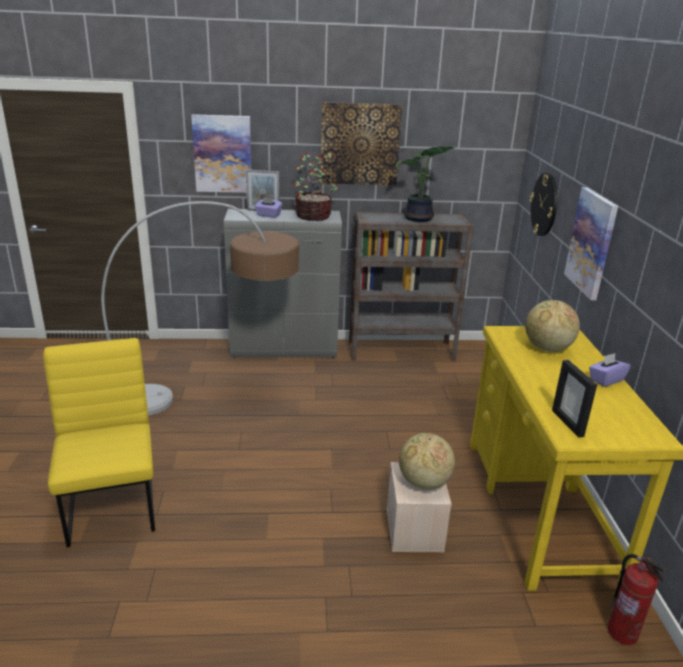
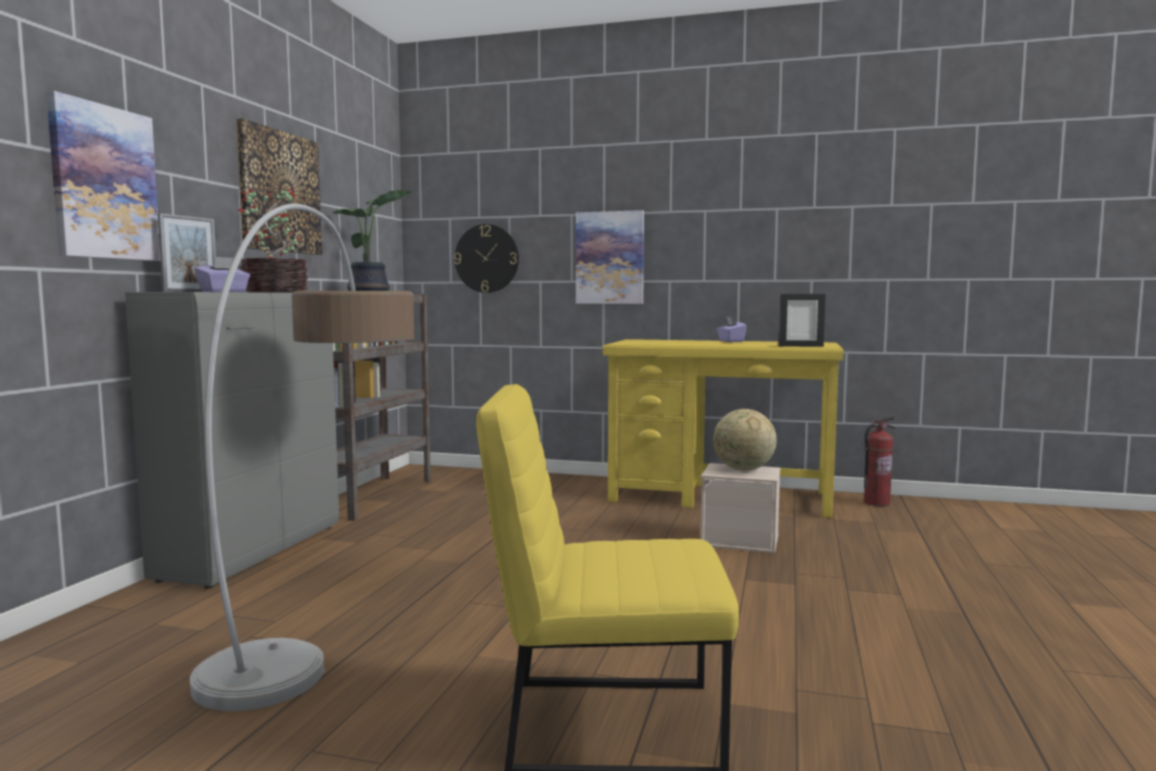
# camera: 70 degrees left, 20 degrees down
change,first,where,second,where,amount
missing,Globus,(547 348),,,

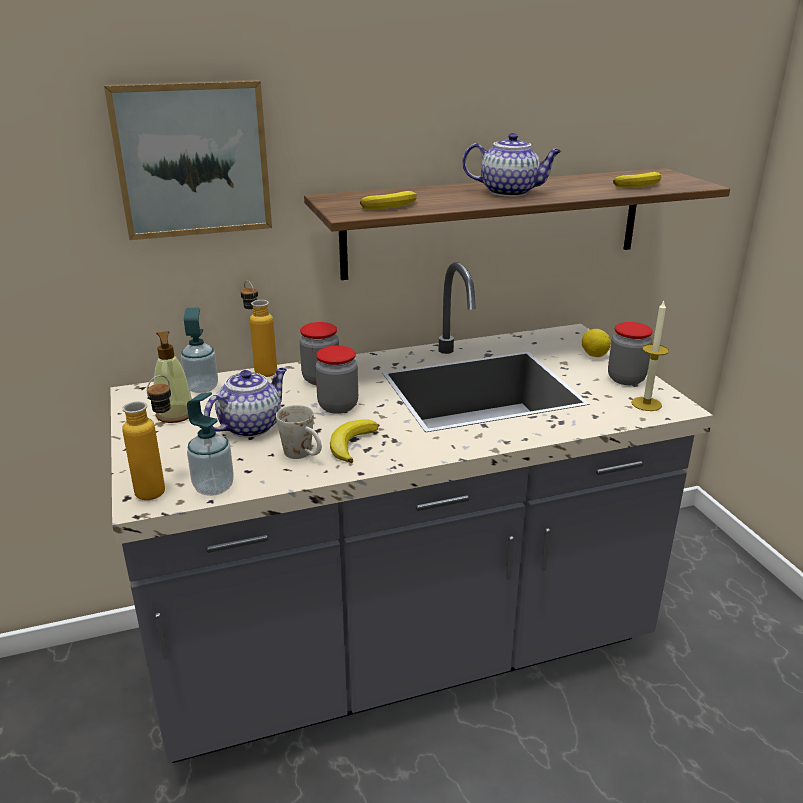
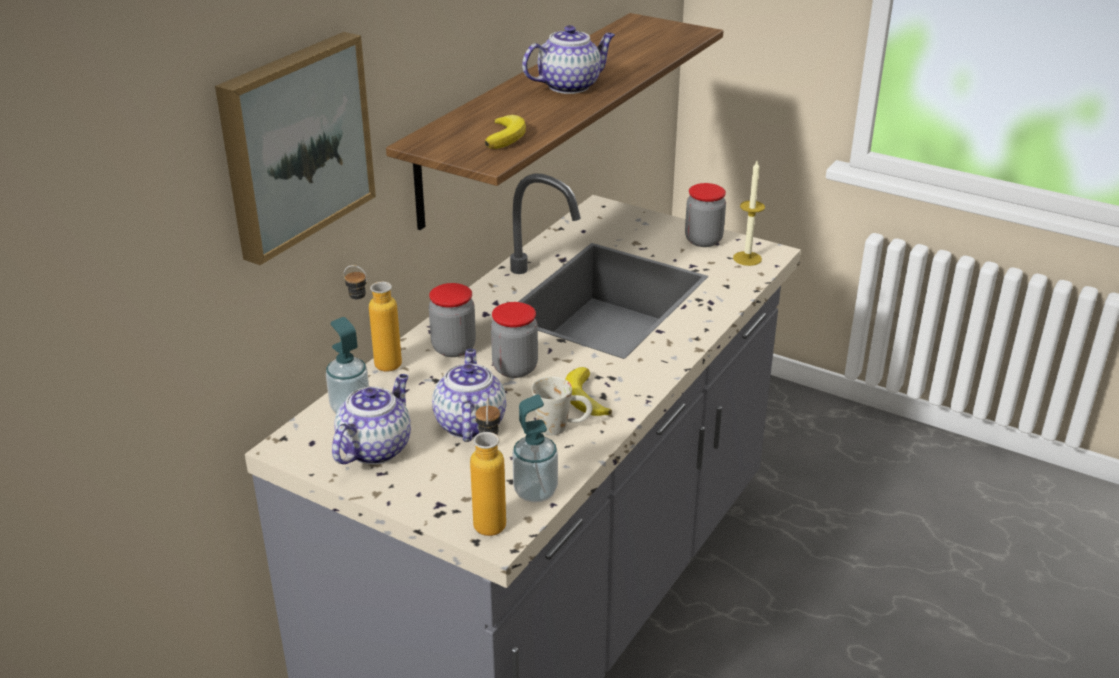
# camera: 40 degrees left, 5 degrees up
change,first,where,second,where,amount
missing,Zitrone,(594 355),,,
missing,Banane,(640 185),,,
exchanged,Seifenspender,(175 415),Teekanne,(375 448),

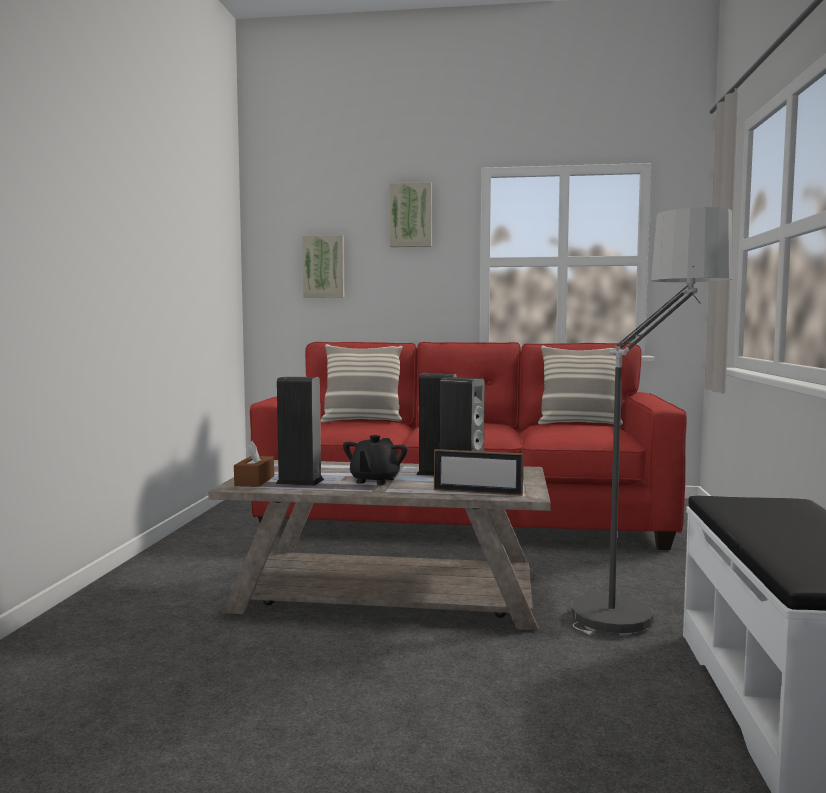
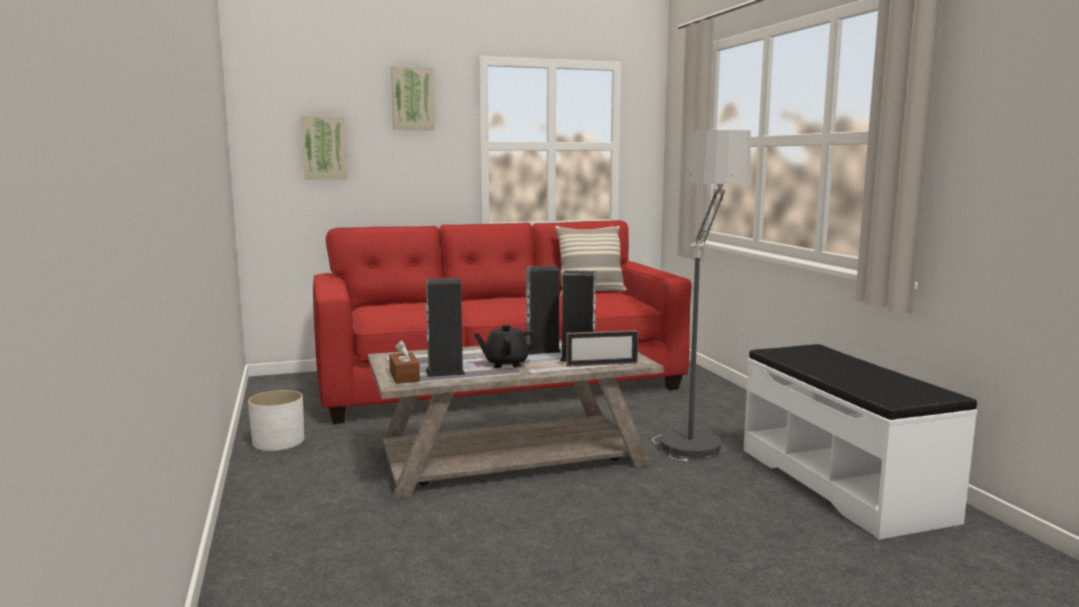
# camera: 25 degrees left, 5 degrees up
change,first,where,second,where,amount
missing,Kissen,(362 421),,,
appeared,,,Pflanzkübel/weiß,(279 442),
spun,Teekanne/schwarz,(374 480),,(506 364),90 degrees clockwise

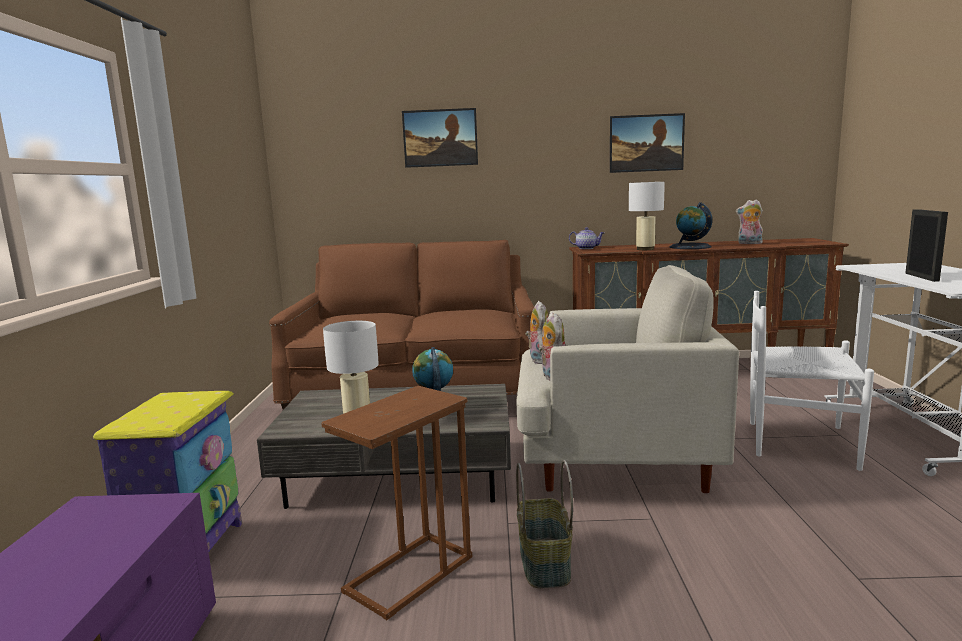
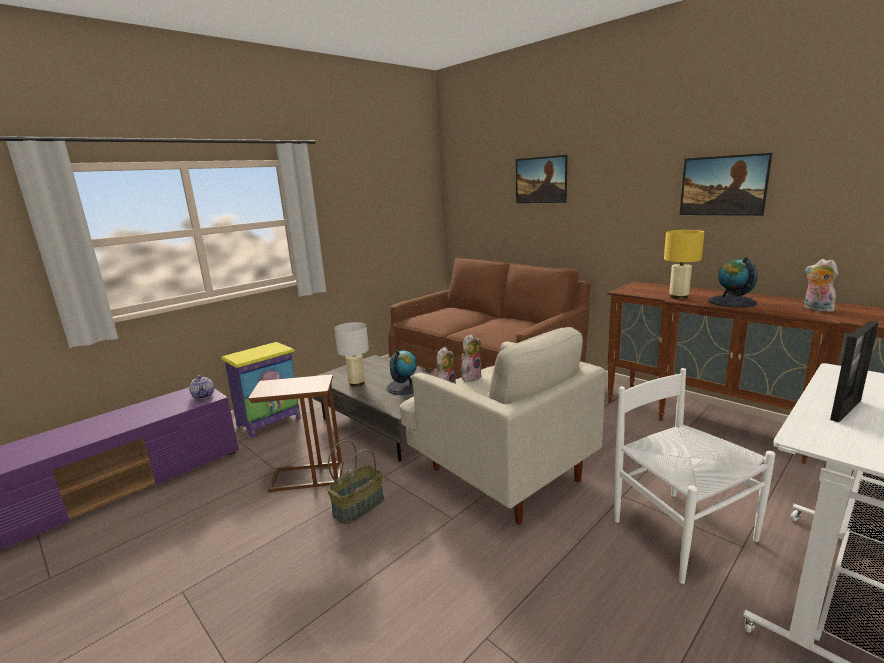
# camera: 45 degrees right, 5 degrees up
change,first,where,second,where,amount
relocated,Teekanne,(586 248),,(204 396),
colour,Tischlampe/weiß,(645 249),Tischlampe/gelb,(678 297),

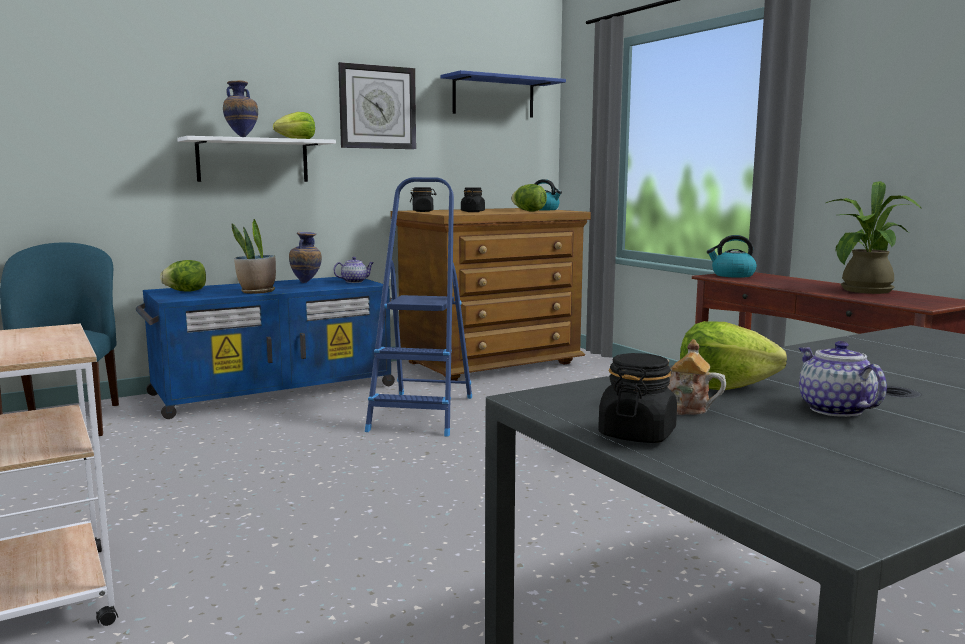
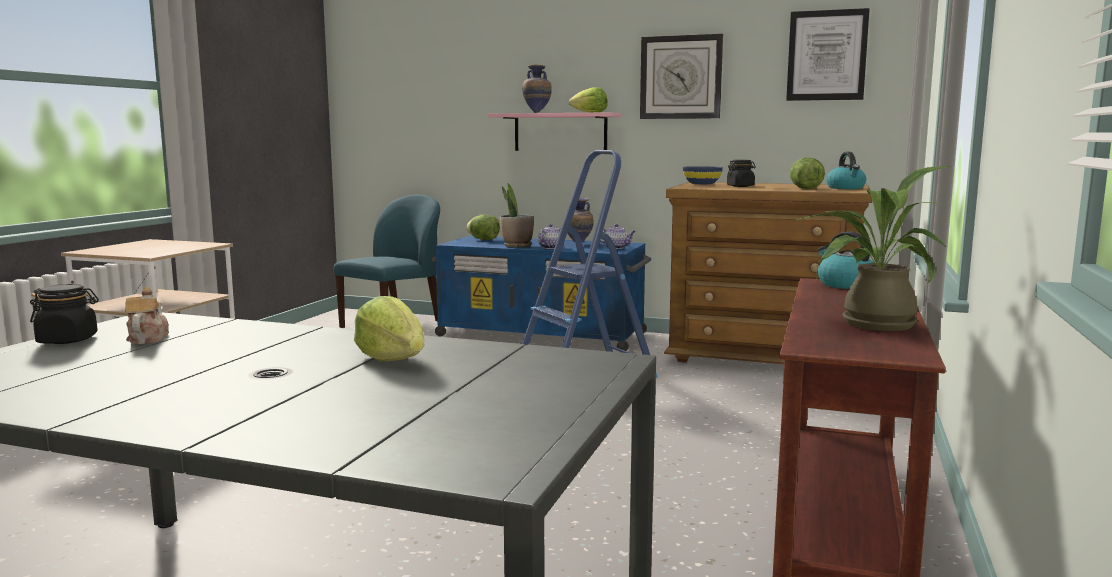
# camera: 50 degrees right, 0 degrees up
change,first,where,second,where,amount
relocated,Salatkopf,(724 387),,(393 359),
relocated,Teekanne,(833 409),,(550 248),
exchanged,Vorratsglas/schwarz,(423 211),Schüssel/blau,(702 183),
exchanged,Wandregal/blau,(493 97),Bild,(826 55),
colour,Wandregal/weiß,(253 160),Wandregal/rosa,(560 132),

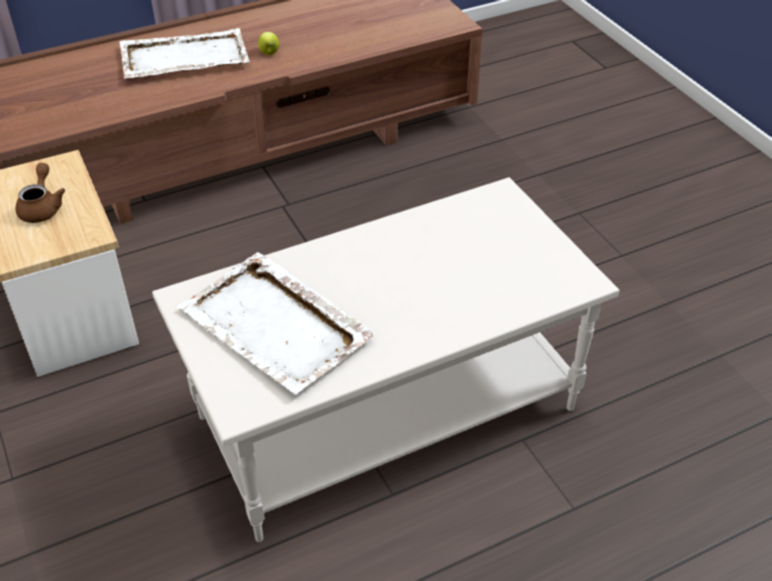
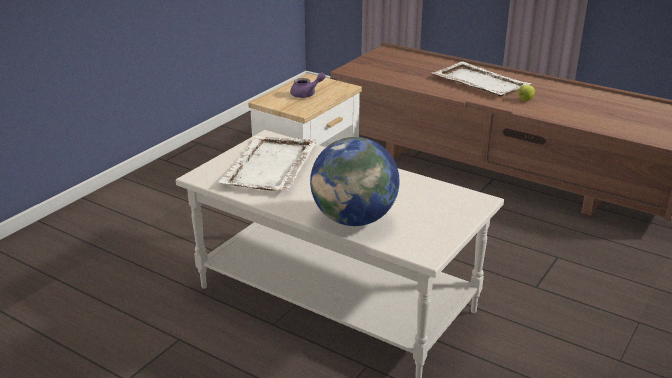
# camera: 60 degrees right, 15 degrees down
change,first,where,second,where,amount
appeared,,,Globus,(354 219),
colour,Teekanne/braun,(42 207),Teekanne/lila,(307 94),

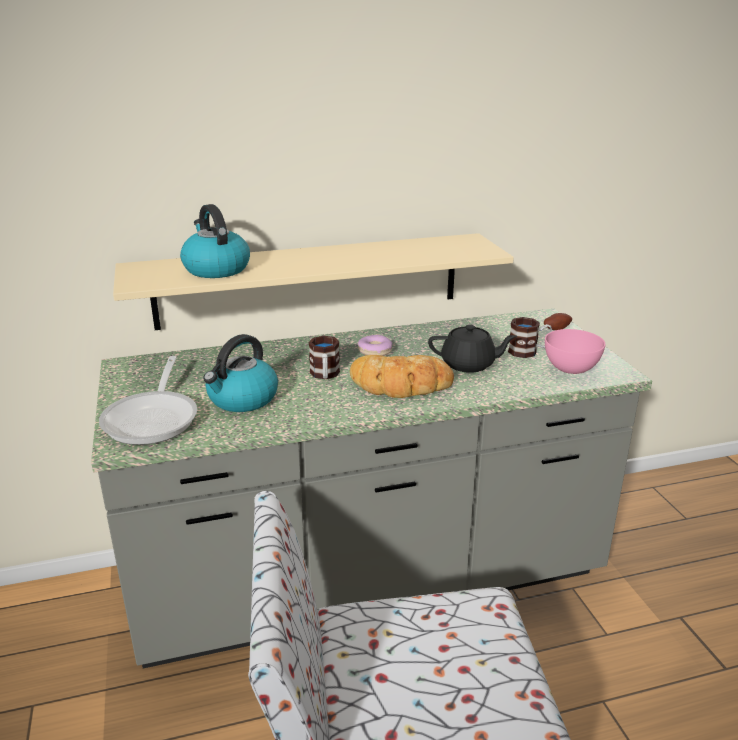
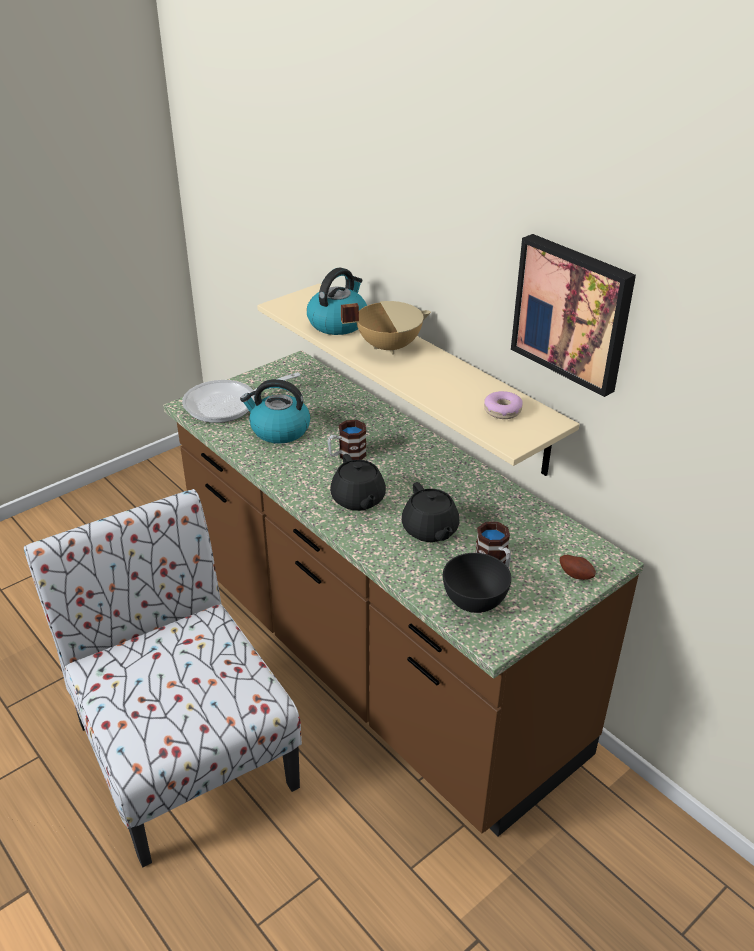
# camera: 65 degrees right, 10 degrees up
change,first,where,second,where,amount
appeared,,,Kochtopf/beige,(388 346),
appeared,,,Bild,(573 312),
relocated,Donut,(375 351),,(502 410),
exchanged,Brot,(401 384),Teekanne/schwarz,(358 500),
colour,Küchenzeile/grau,(369 581),Küchenzeile/braun,(375 661),
colour,Schüssel/rosa,(570 369),Schüssel/schwarz,(474 601),

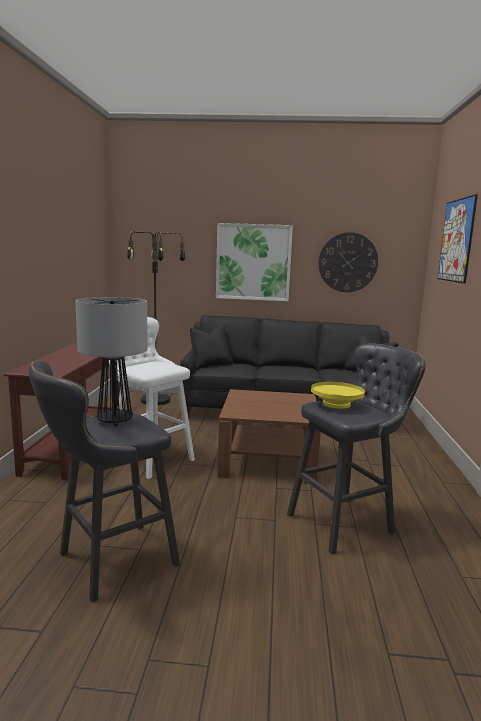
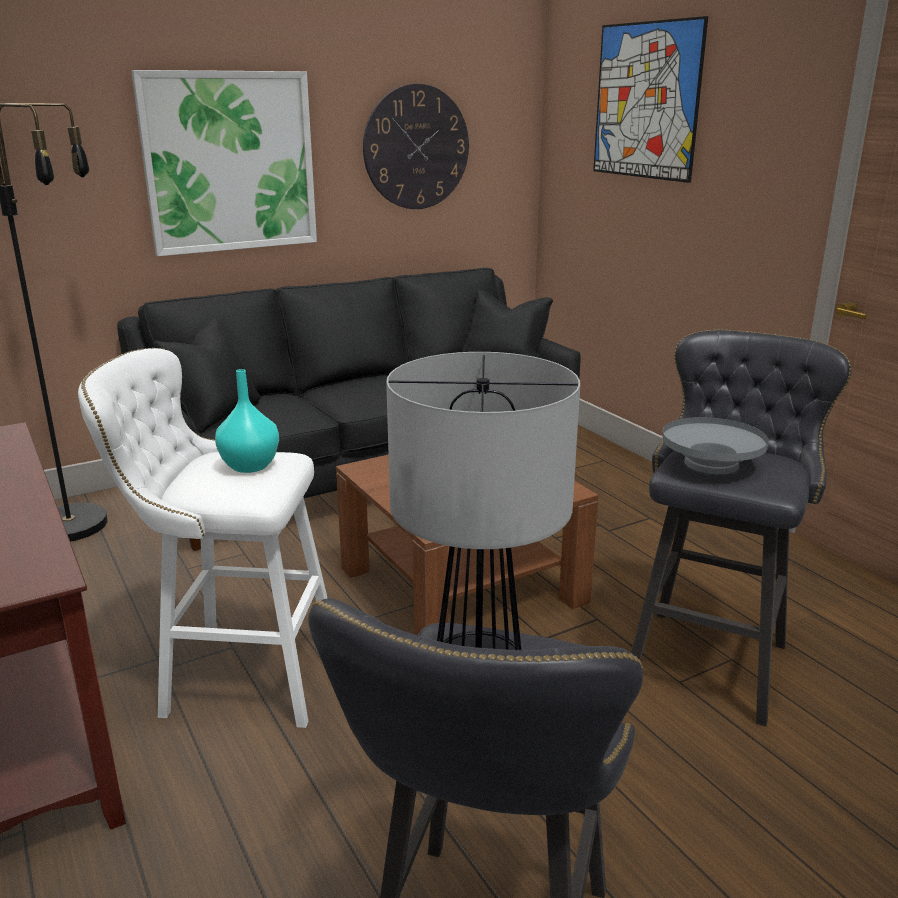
# camera: 35 degrees left, 10 degrees up
change,first,where,second,where,amount
appeared,,,Vase/türkis,(251 466),
colour,Schüssel/gelb,(336 404),Schüssel/grau,(710 464),

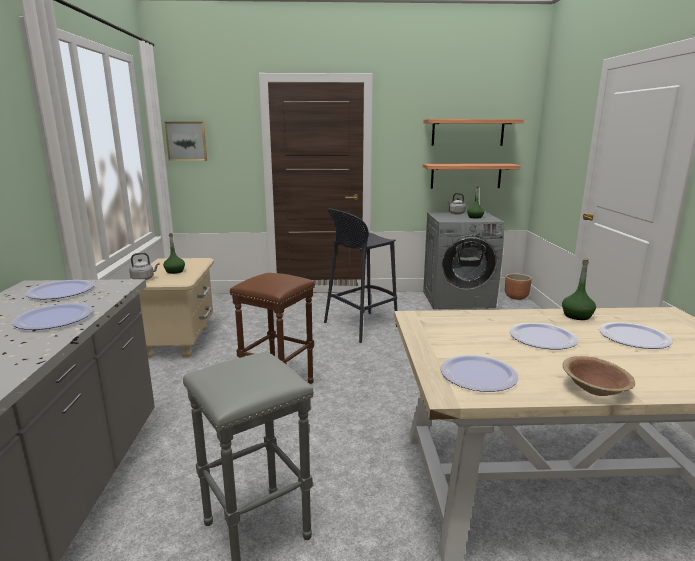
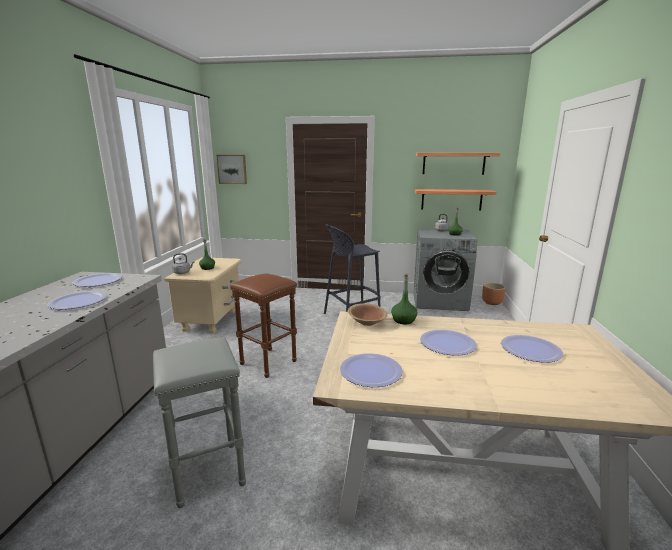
# camera: 10 degrees right, 0 degrees up
change,first,where,second,where,amount
relocated,Flasche/grün,(577 316),,(403 320),
relocated,Schüssel/braun,(595 389),,(367 322),

